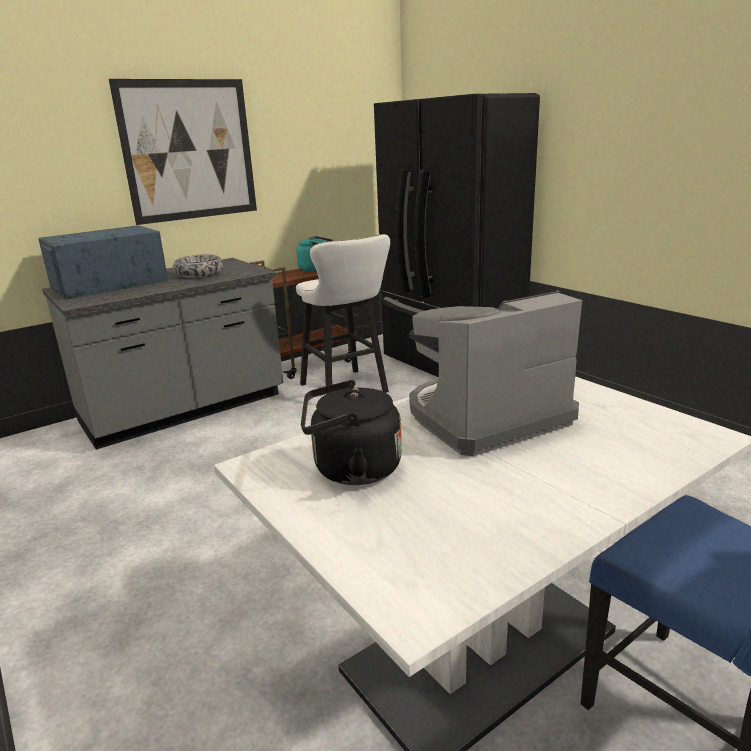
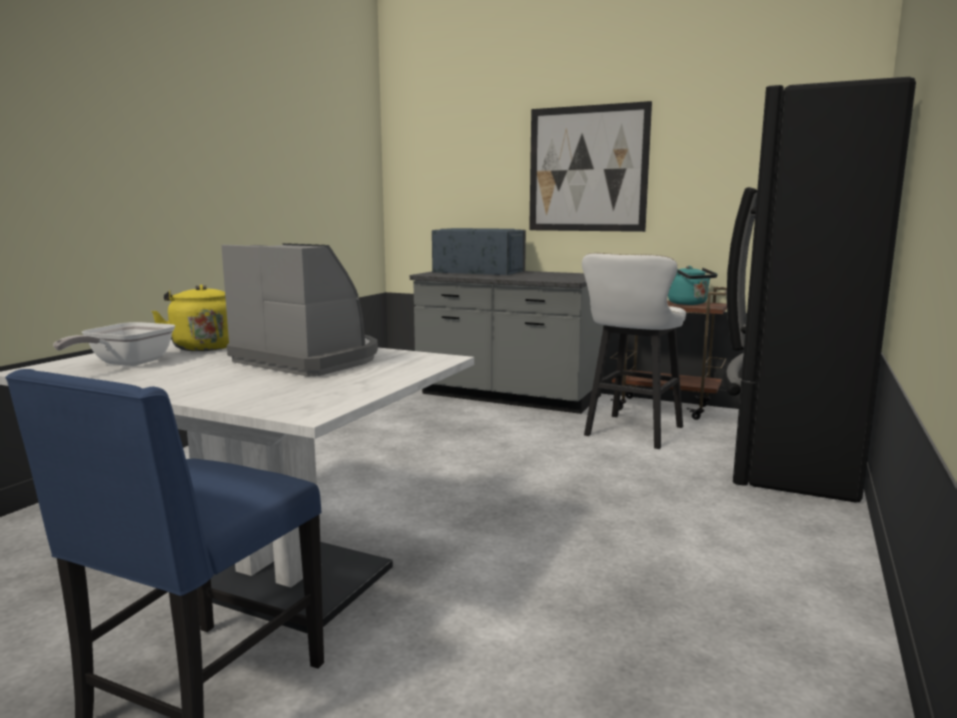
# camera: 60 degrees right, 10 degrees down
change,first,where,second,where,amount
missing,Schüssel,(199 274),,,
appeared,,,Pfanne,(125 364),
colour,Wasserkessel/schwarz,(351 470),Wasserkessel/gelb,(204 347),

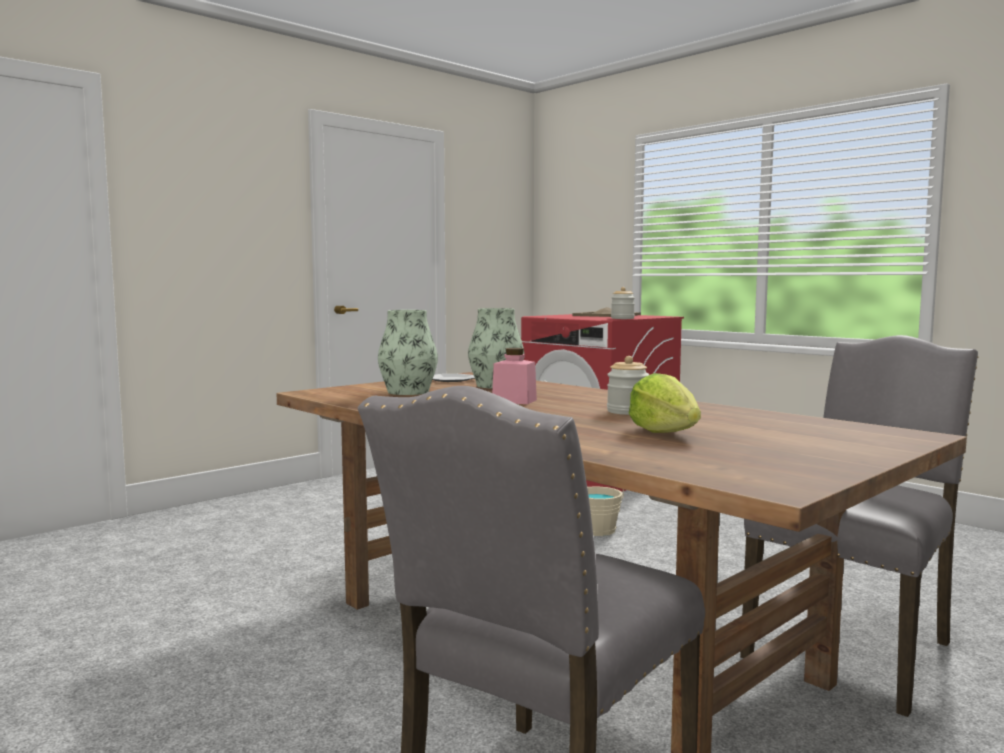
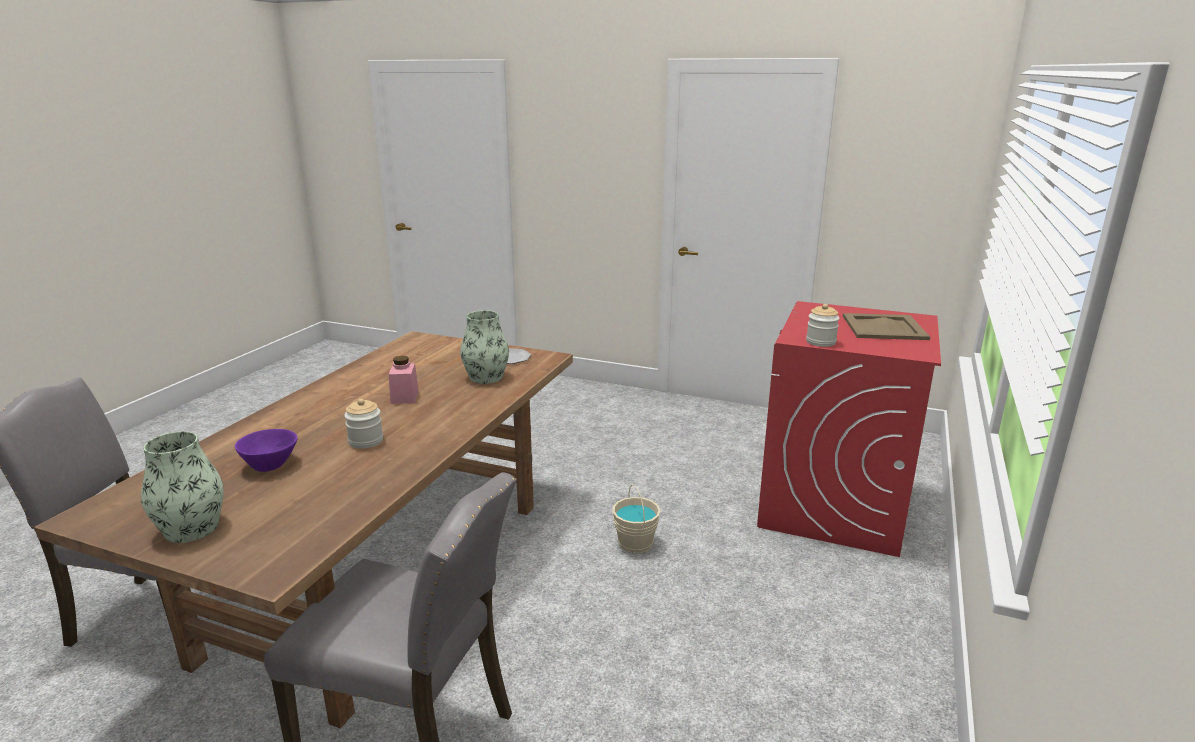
# camera: 65 degrees right, 15 degrees up
change,first,where,second,where,amount
relocated,Vase,(408 392),,(191 528),
exchanged,Salatkopf,(665 432),Schüssel/lila,(272 465),

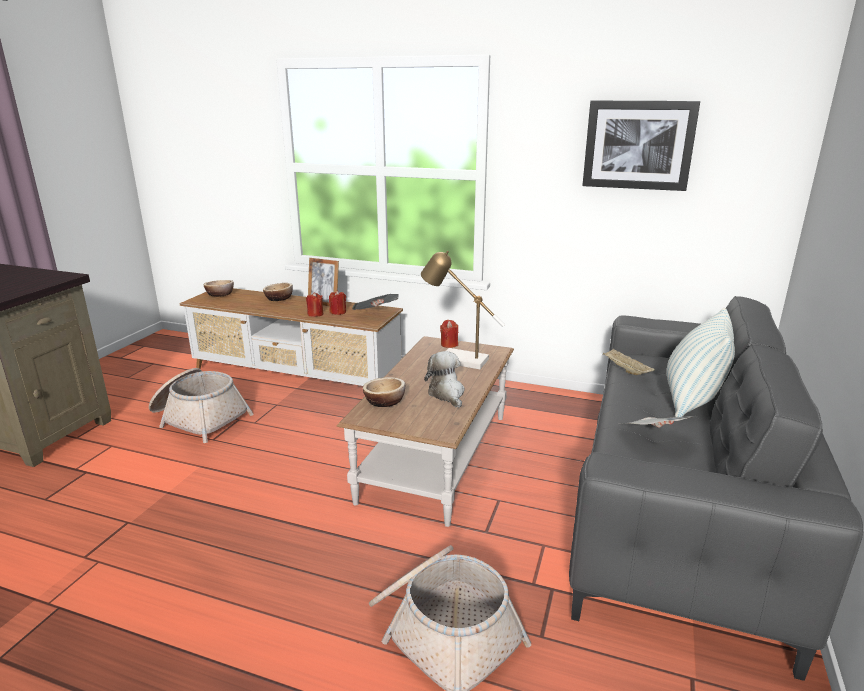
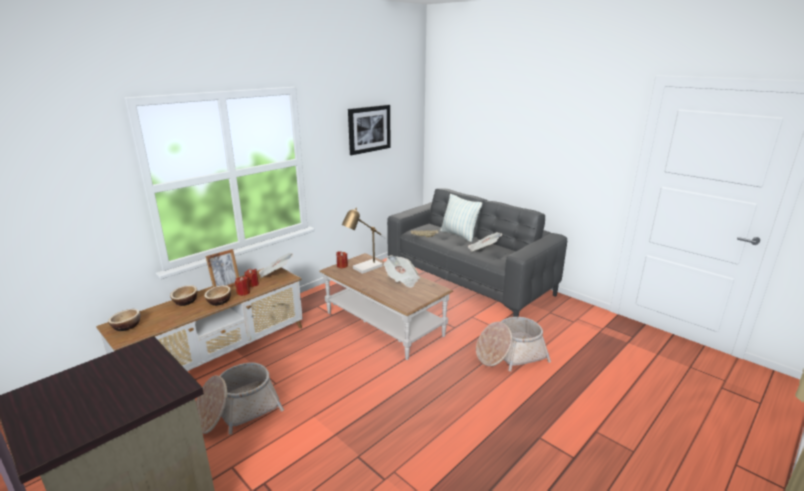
# camera: 65 degrees left, 0 degrees up
change,first,where,second,where,amount
relocated,Schüssel,(384 402),,(219 301),
exchanged,Plüschtier,(447 394),Zeitung,(402 280),

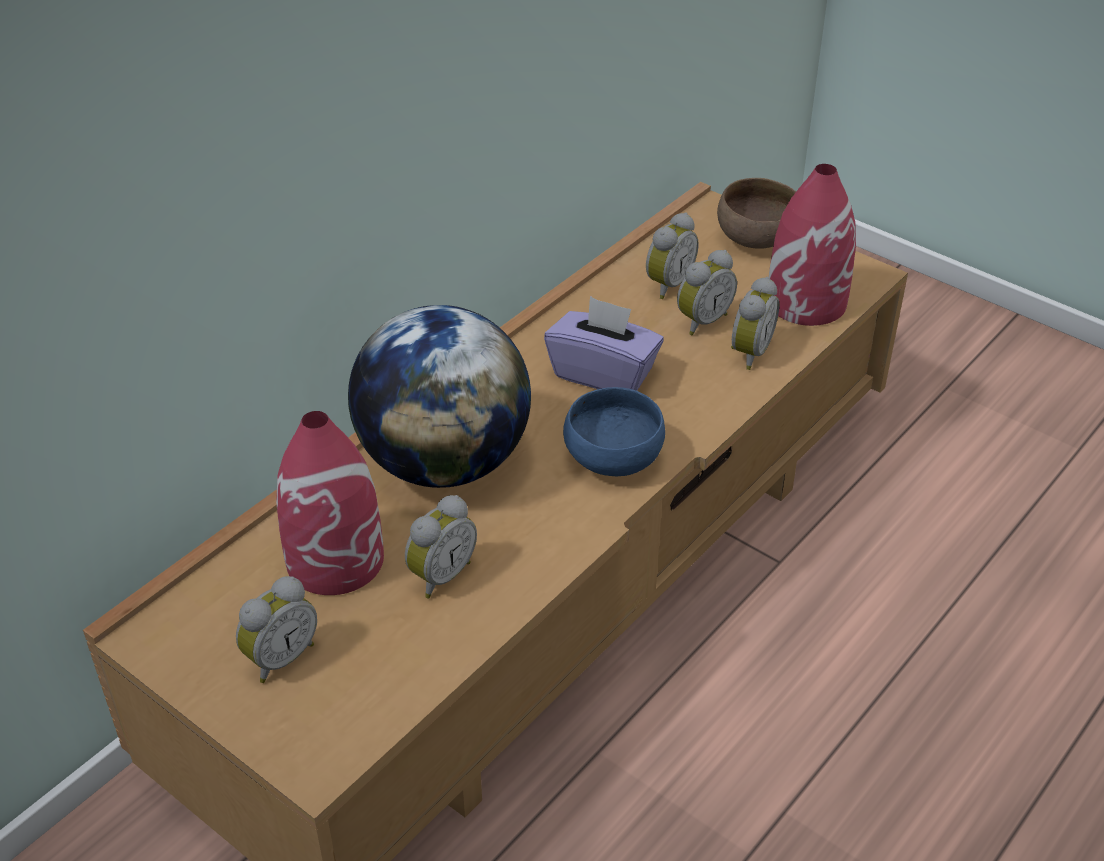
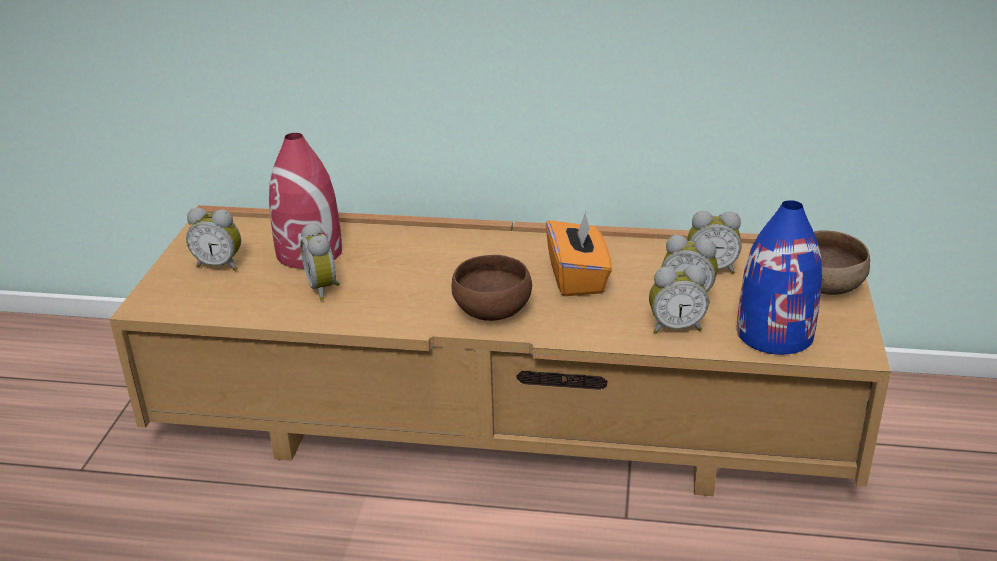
# camera: 60 degrees right, 10 degrees down
change,first,where,second,where,amount
missing,Globus,(444 462),,,
colour,Taschentuchbox/lila,(603 373),Taschentuchbox/orange,(578 278),
colour,Schüssel/blau,(611 459),Schüssel/braun,(491 310),
colour,Vase/rot,(806 301),Vase/blau,(775 333),
spun,Wecker,(439 575),,(325 288),60 degrees clockwise

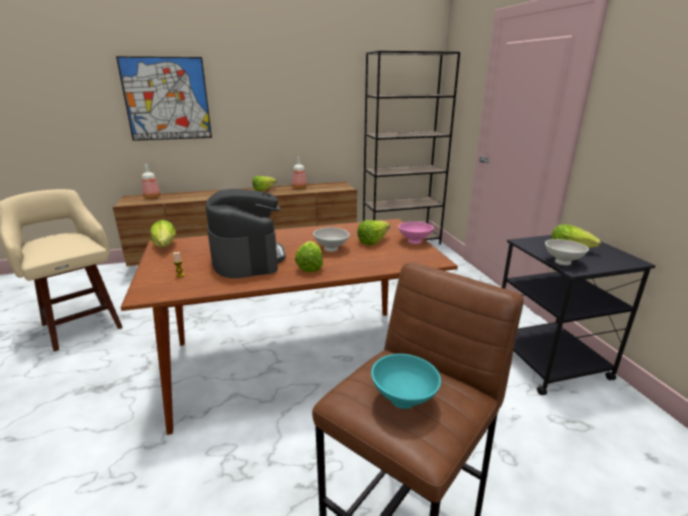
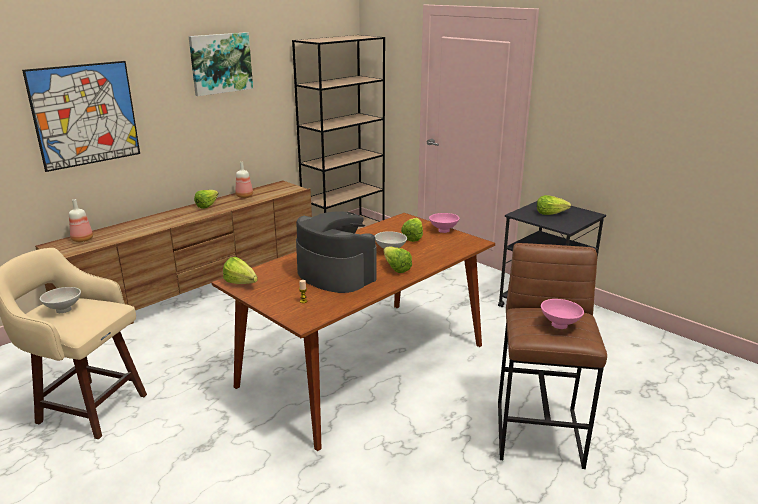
# camera: 30 degrees left, 0 degrees up
change,first,where,second,where,amount
appeared,,,Bild,(220 63),
relocated,Schüssel/weiß,(561 262),,(63 310),
colour,Schüssel/türkis,(404 398),Schüssel/rosa,(559 324),

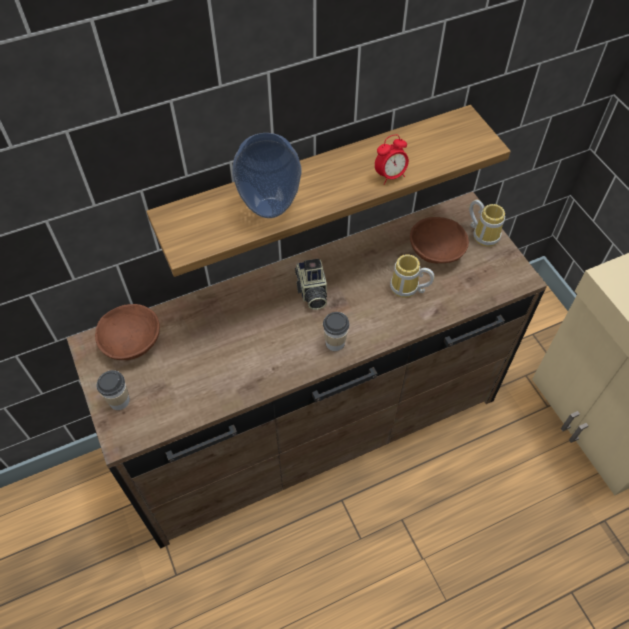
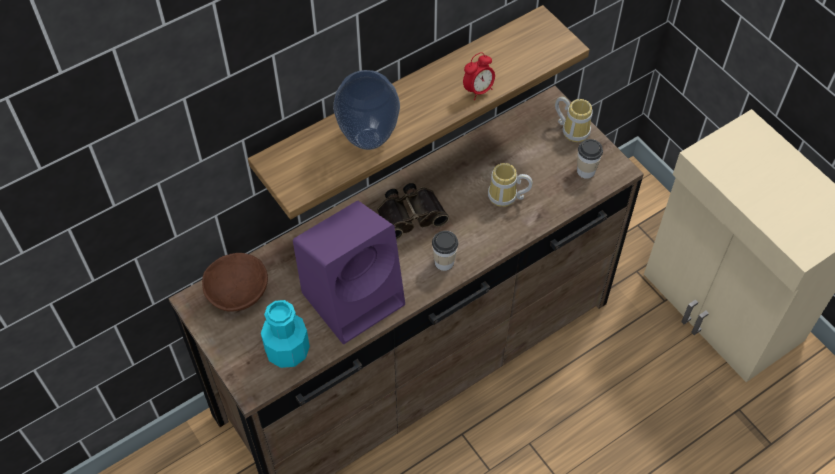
# camera: 10 degrees left, 0 degrees up
change,first,where,second,where,amount
missing,Schüssel/braun,(436 252),,,
appeared,,,Flasche/türkis,(287 350),
appeared,,,Lautsprecher/lila,(355 296),
relocated,Tasse,(119 401),,(586 171),
exchanged,Kamera,(311 292),Fernglas,(409 214),

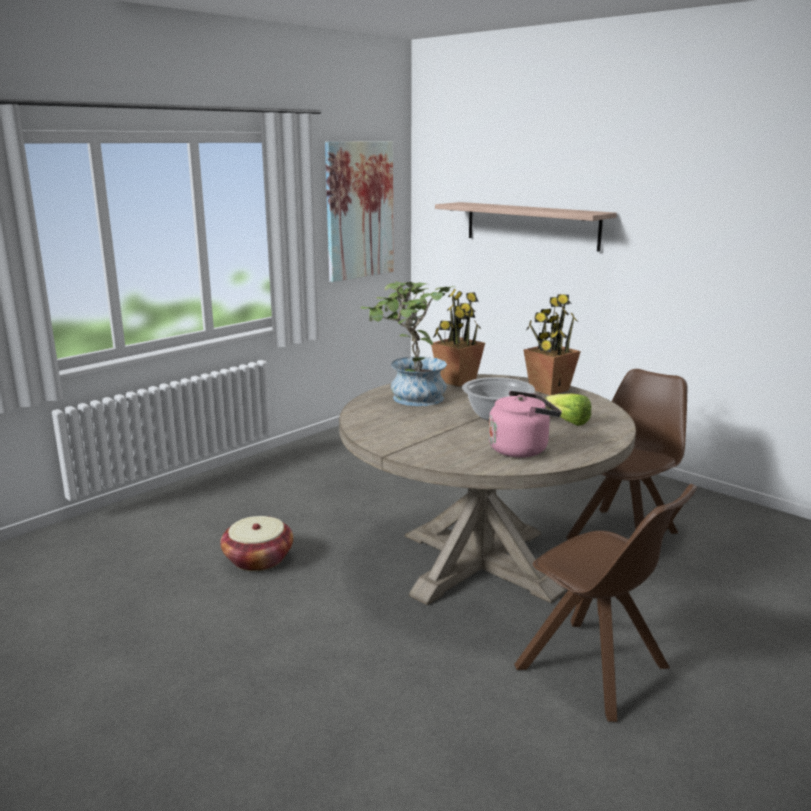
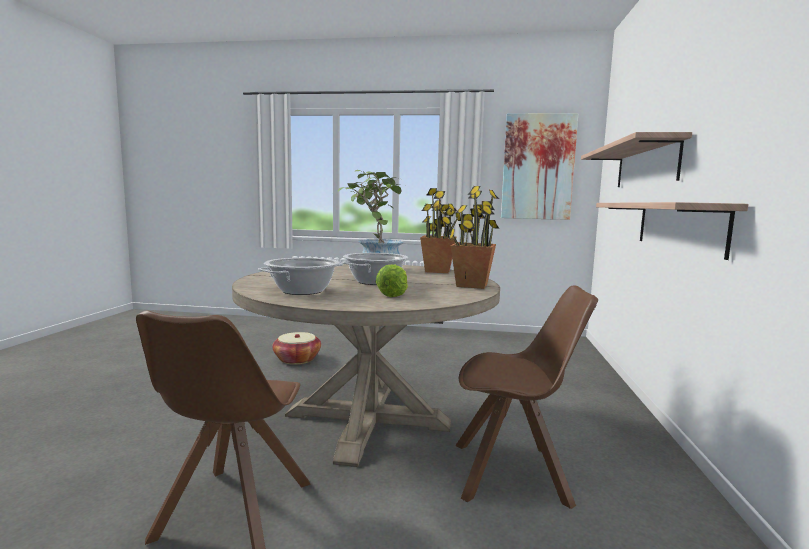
# camera: 55 degrees right, 10 degrees down
change,first,where,second,where,amount
appeared,,,Wandregal,(678 226),
exchanged,Wasserkessel/rosa,(521 449),Kochtopf,(302 291),

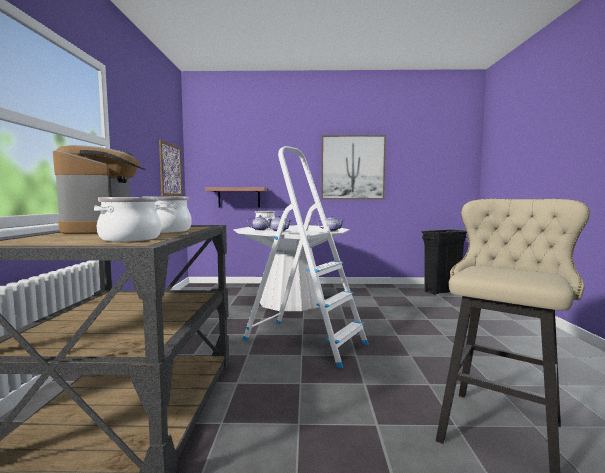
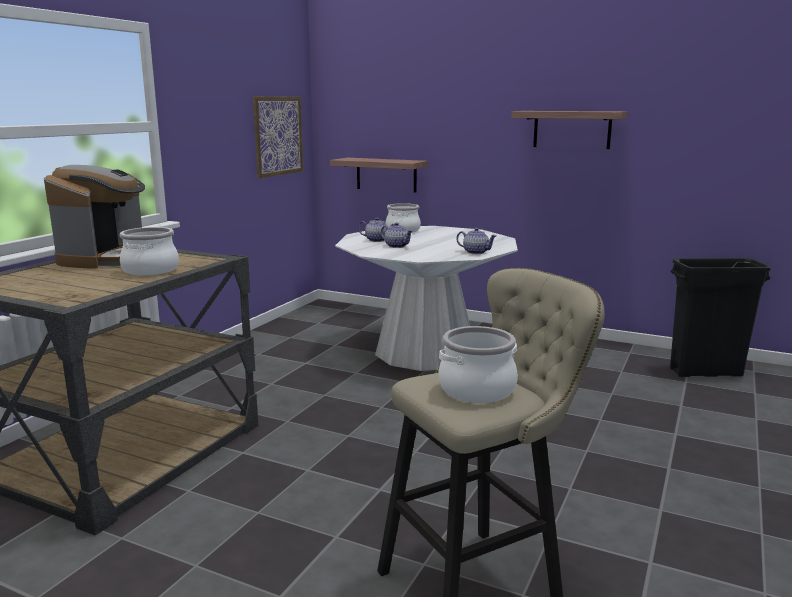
# camera: 25 degrees right, 10 degrees up
change,first,where,second,where,amount
missing,Trittleiter/weiß,(305 342),,,
relocated,Kochtopf,(131 239),,(477 390),
exchanged,Bild,(352 167),Wandregal,(572 129),

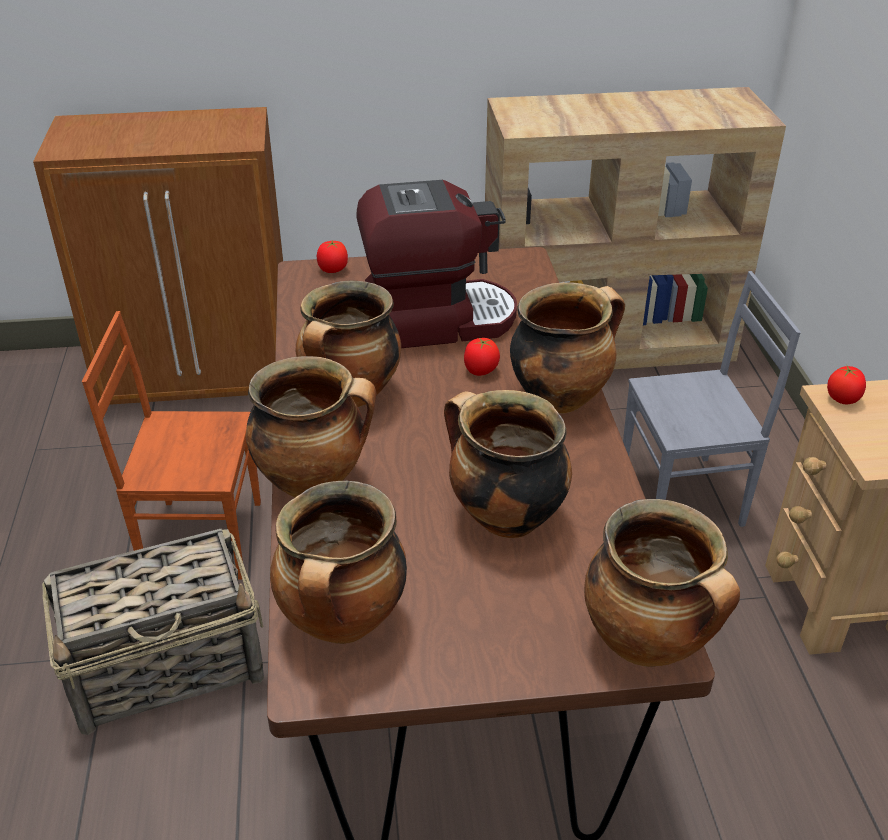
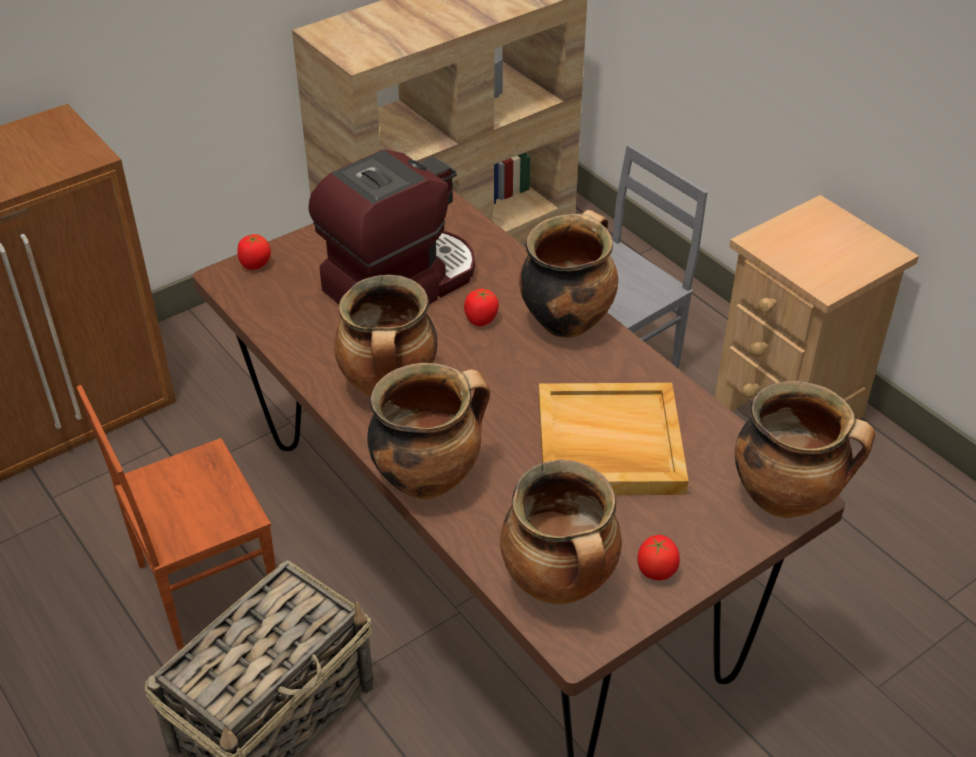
# camera: 30 degrees left, 5 degrees up
change,first,where,second,where,amount
relocated,Tomate,(842 399),,(656 570),
exchanged,Kochtopf,(504 518),Tablett/beige,(608 445),

